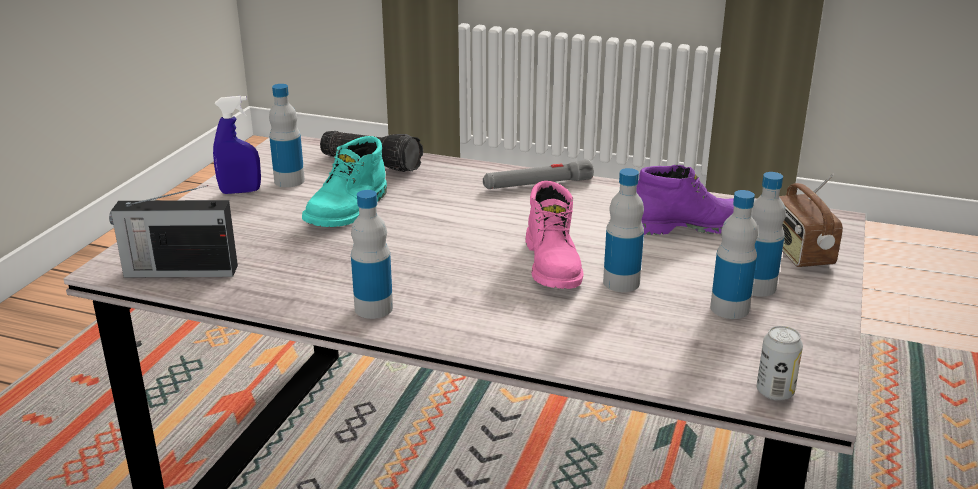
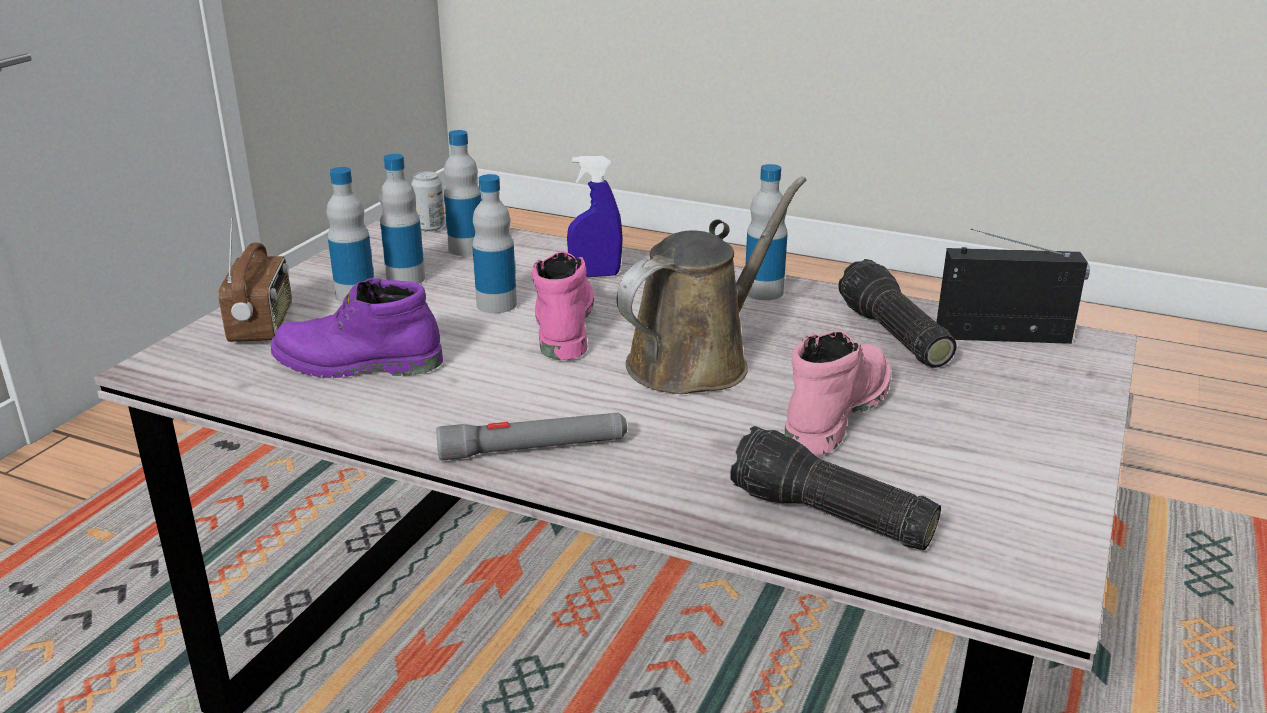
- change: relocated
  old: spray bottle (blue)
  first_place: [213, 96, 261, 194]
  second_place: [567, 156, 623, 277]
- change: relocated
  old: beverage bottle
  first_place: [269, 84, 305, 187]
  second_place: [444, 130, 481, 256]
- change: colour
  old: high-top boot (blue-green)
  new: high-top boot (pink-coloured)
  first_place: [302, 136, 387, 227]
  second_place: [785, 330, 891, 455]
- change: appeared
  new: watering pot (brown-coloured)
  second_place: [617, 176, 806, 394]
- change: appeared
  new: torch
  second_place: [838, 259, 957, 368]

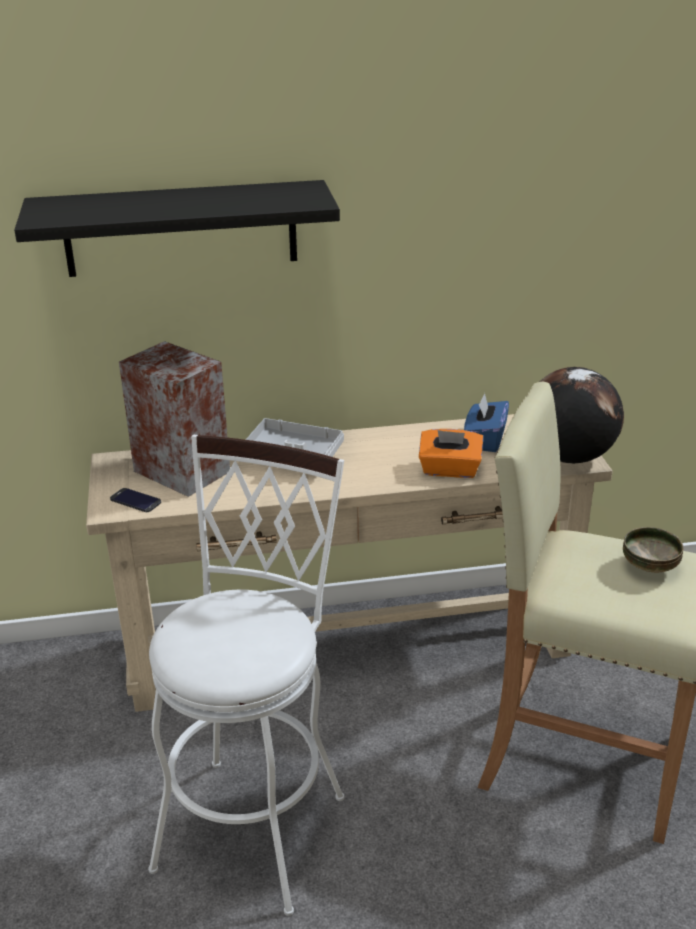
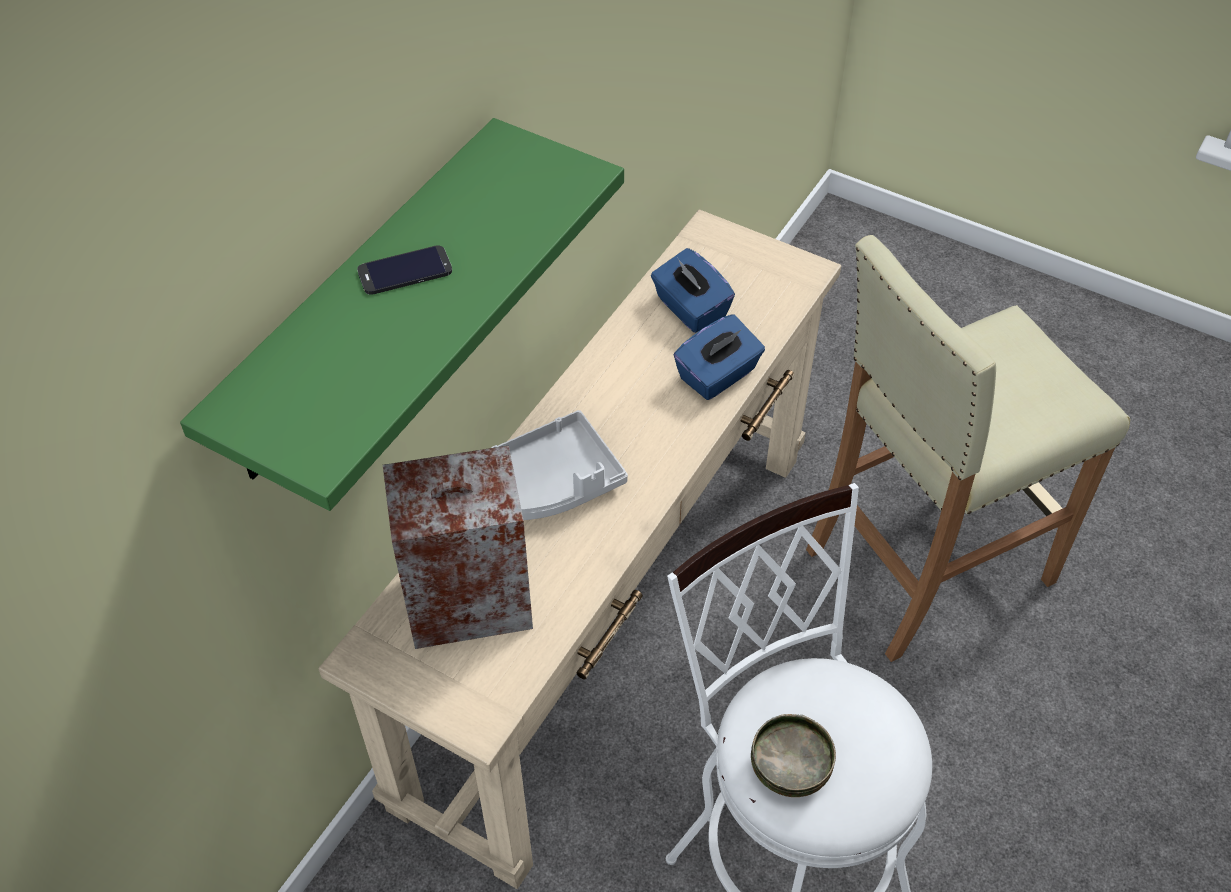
- change: colour
  old: bracket shelf (blackish)
  new: bracket shelf (greenish)
  first_place: [14, 180, 340, 277]
  second_place: [180, 118, 624, 511]
- change: relocated
  old: telephone
  first_place: [110, 488, 161, 512]
  second_place: [357, 245, 452, 295]
- change: colour
  old: box of tissues (orangey)
  new: box of tissues (blue)
  first_place: [419, 429, 483, 478]
  second_place: [674, 314, 765, 400]
- change: missing
  old: world globe
  first_place: [540, 367, 624, 464]
- change: relocated
  old: serving bowl
  first_place: [623, 527, 684, 572]
  second_place: [751, 714, 836, 797]

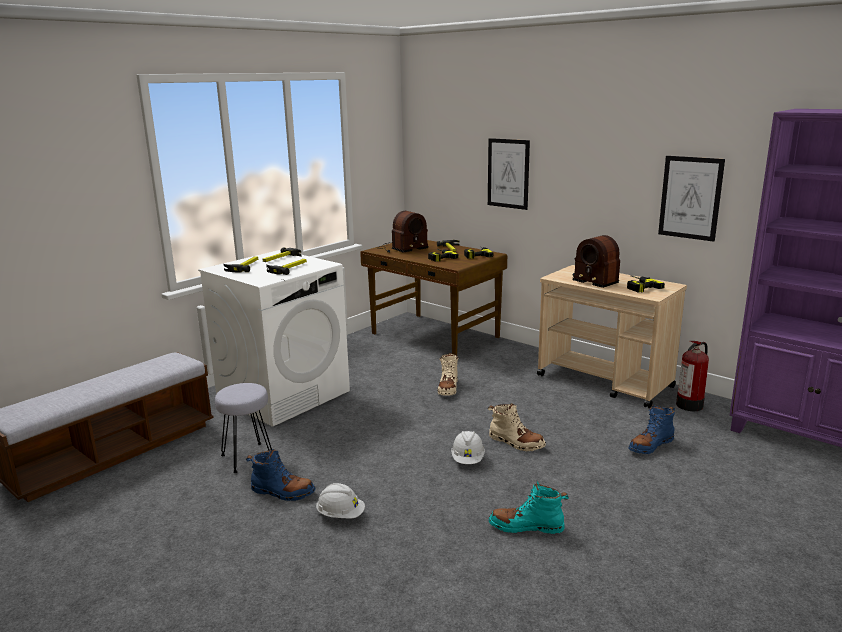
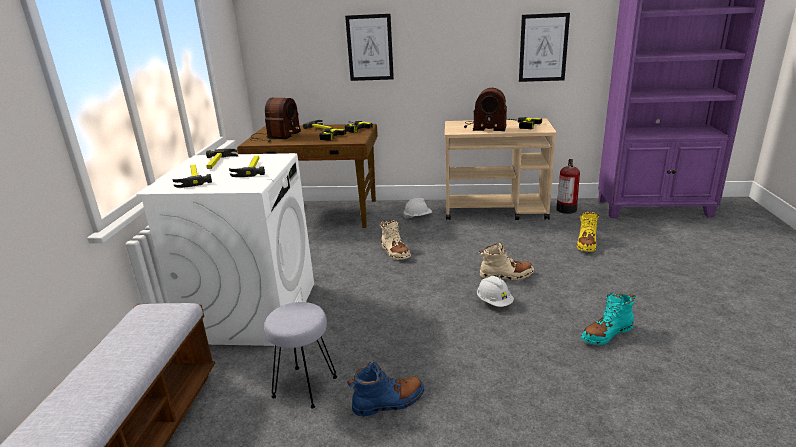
- change: relocated
  old: hard hat (whitish)
  first_place: [316, 483, 365, 519]
  second_place: [403, 198, 432, 219]
- change: colour
  old: high-top boot (blue)
  new: high-top boot (yellow)
  first_place: [628, 405, 675, 454]
  second_place: [577, 211, 599, 251]

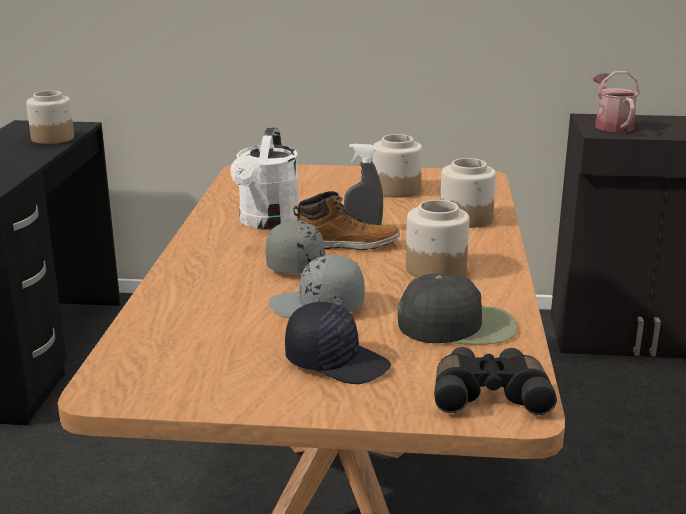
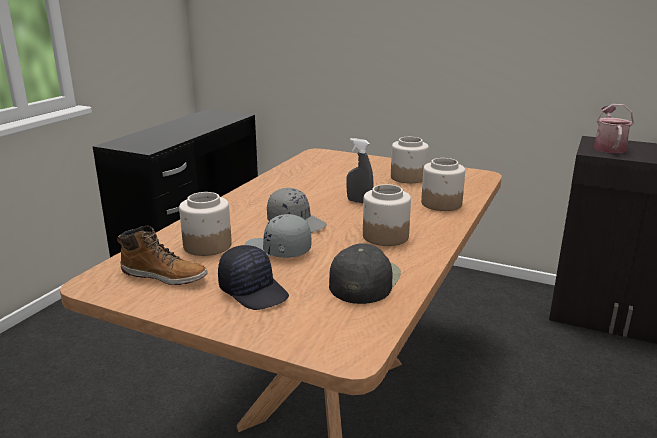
- change: relocated
  old: preserve jar
  first_place: [26, 91, 74, 144]
  second_place: [179, 192, 232, 256]
- change: missing
  old: watering pot (whitish)
  first_place: [230, 127, 299, 229]
- change: relocated
  old: high-top boot
  first_place: [293, 191, 400, 250]
  second_place: [117, 226, 208, 285]
- change: spun
  old: cap (blackish)
  first_place: [398, 273, 518, 345]
  second_place: [329, 244, 401, 304]
  degrees: -90
- change: missing
  old: binoculars (blackish)
  first_place: [434, 347, 557, 415]

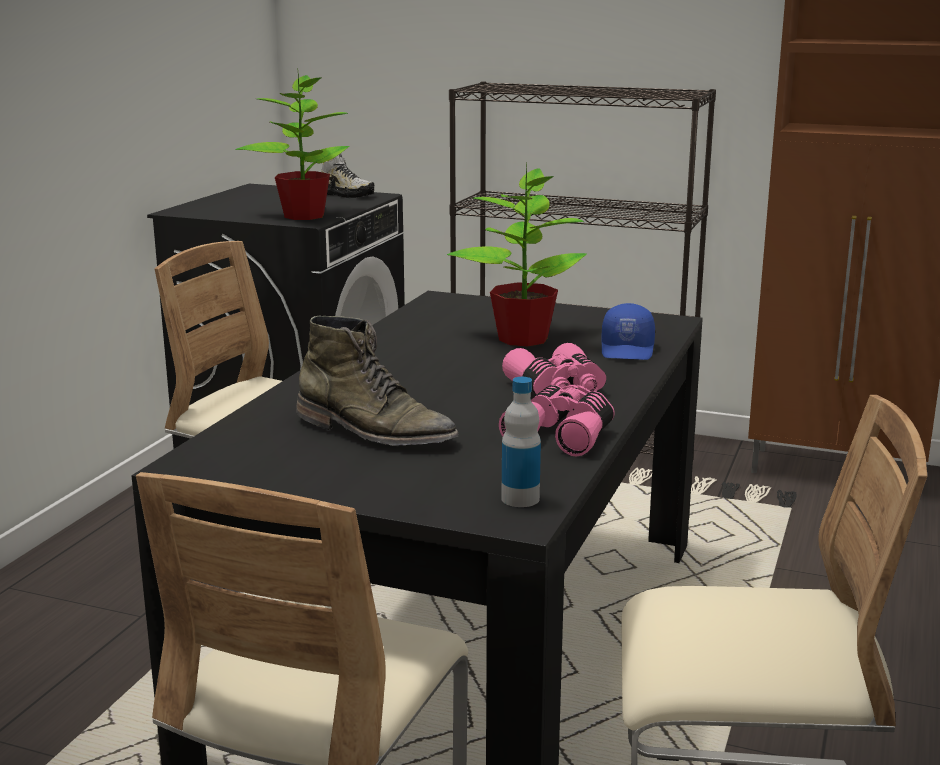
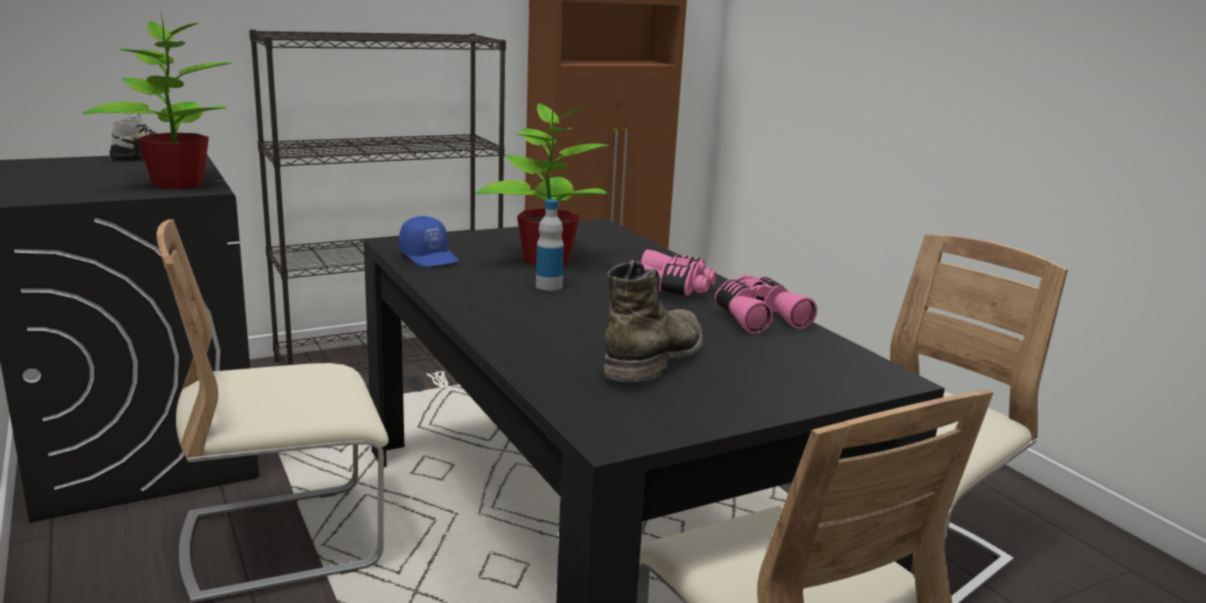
- change: spun
  old: high-top boot (greenish)
  first_place: [296, 315, 459, 446]
  second_place: [604, 260, 703, 382]
  degrees: -45
- change: relocated
  old: beverage bottle
  first_place: [501, 377, 541, 507]
  second_place: [536, 199, 564, 291]
- change: relocated
  old: cap (blue)
  first_place: [601, 303, 655, 360]
  second_place: [399, 216, 459, 267]

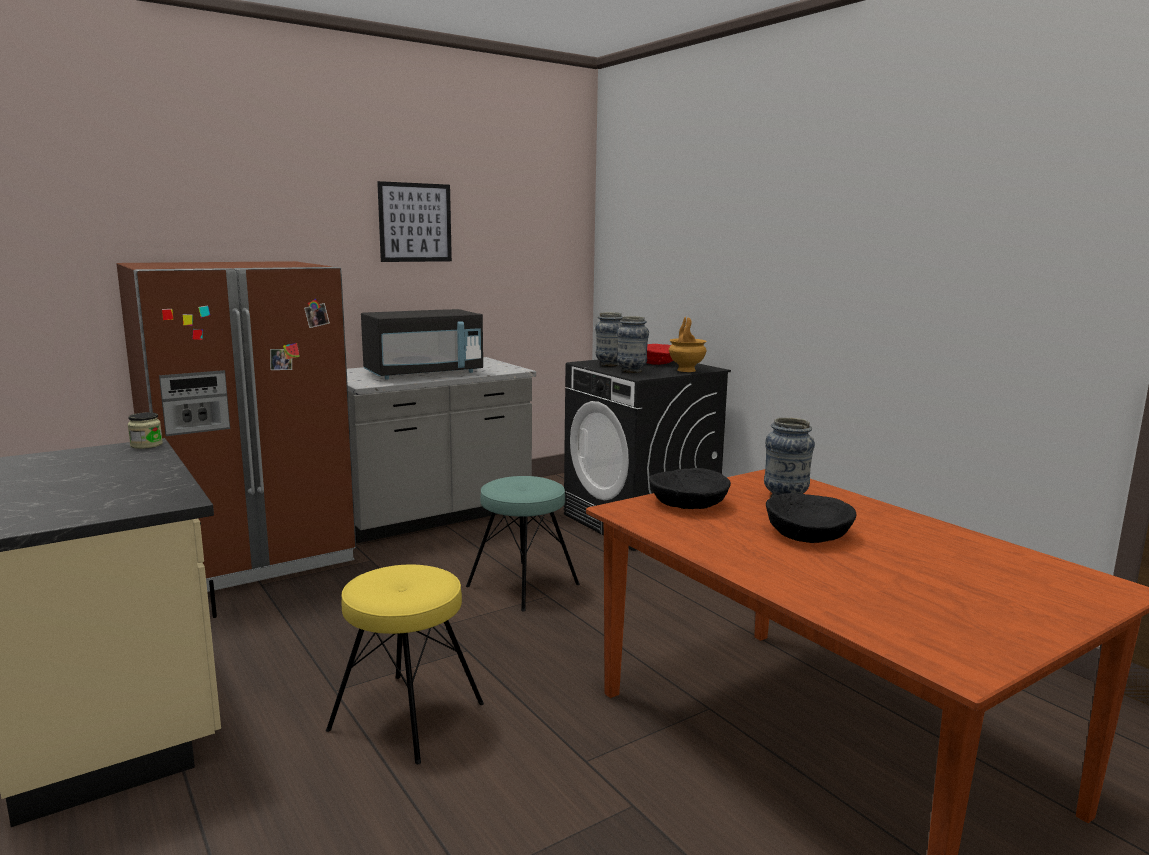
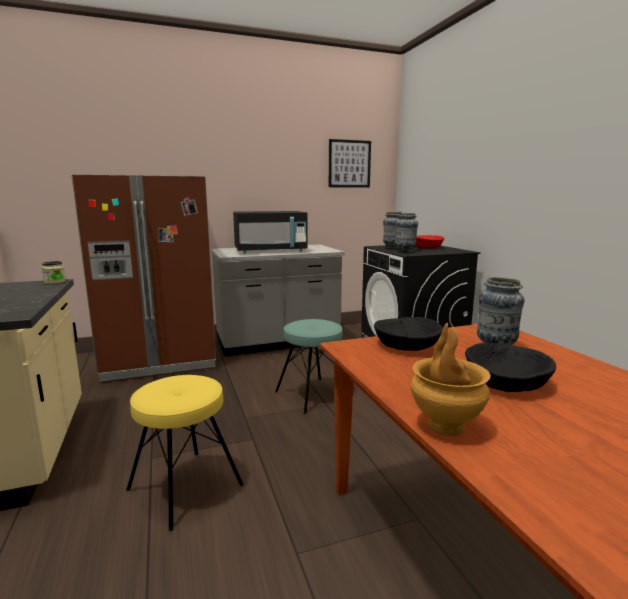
- change: relocated
  old: wall picture
  first_place: [377, 181, 452, 262]
  second_place: [329, 139, 371, 188]
- change: relocated
  old: decorative vase (brown-coloured)
  first_place: [669, 317, 706, 372]
  second_place: [411, 323, 491, 436]

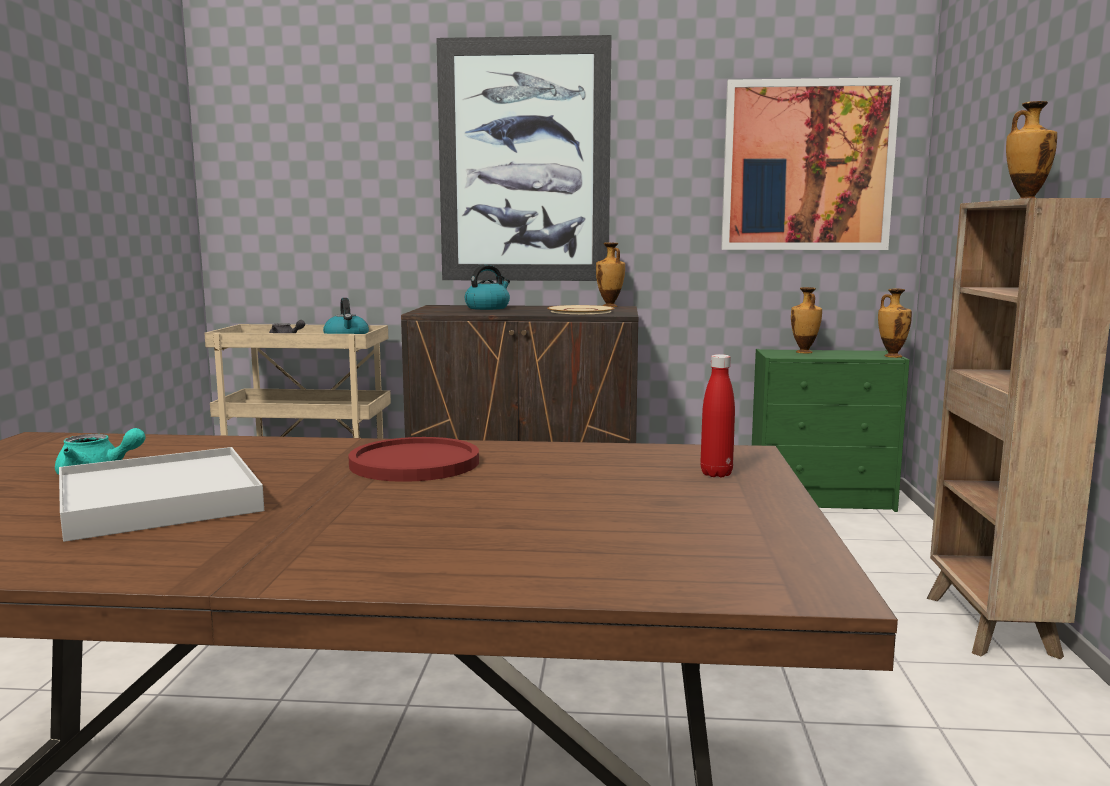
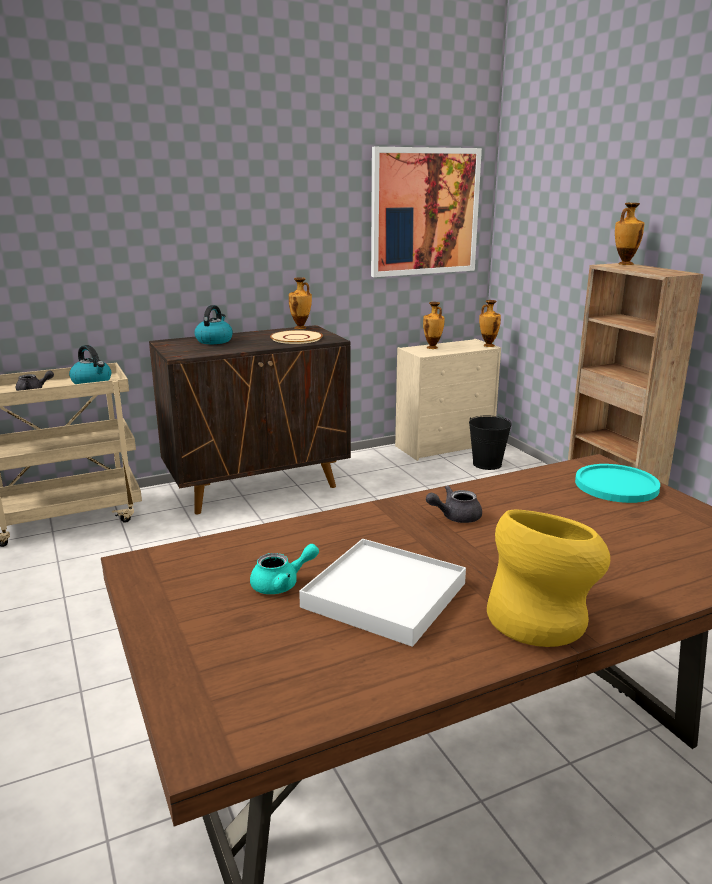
- change: exchanged
  old: flat dish (red-coloured)
  new: teapot (grey)
  first_place: [348, 437, 479, 482]
  second_place: [426, 485, 482, 523]
- change: missing
  old: wall picture
  first_place: [436, 35, 612, 281]
- change: exchanged
  old: beverage bottle (red-coloured)
  new: flat dish (blue-green)
  first_place: [700, 354, 735, 477]
  second_place: [575, 464, 660, 503]
- change: colour
  old: dresser (greenish)
  new: dresser (beige-coloured)
  first_place: [752, 349, 909, 512]
  second_place: [395, 339, 501, 461]
- change: appeared
  new: pail (blackish)
  second_place: [469, 415, 512, 470]
- change: appeared
  new: decorative vase (yellow)
  second_place: [487, 510, 610, 647]

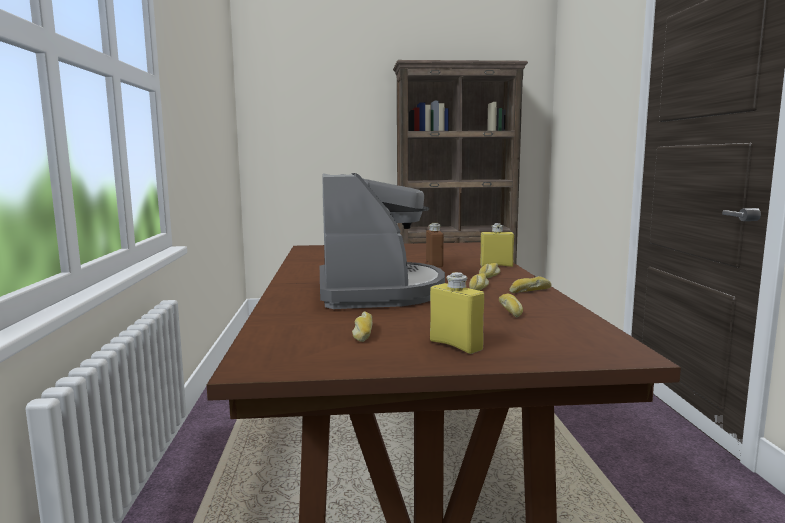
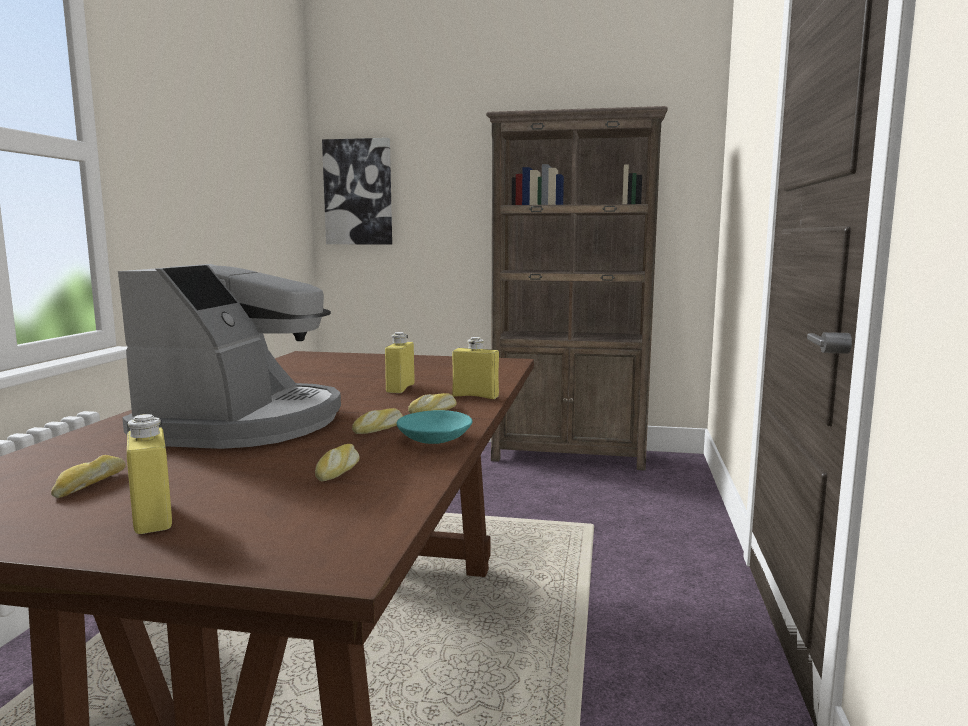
- change: colour
  old: beverage bottle (brown-coloured)
  new: beverage bottle (yellow)
  first_place: [426, 223, 444, 267]
  second_place: [385, 332, 415, 393]
- change: exchanged
  old: bread
  new: serving bowl (blue-green)
  first_place: [509, 276, 551, 293]
  second_place: [396, 410, 473, 444]
- change: appeared
  new: wall picture
  second_place: [322, 138, 392, 245]

